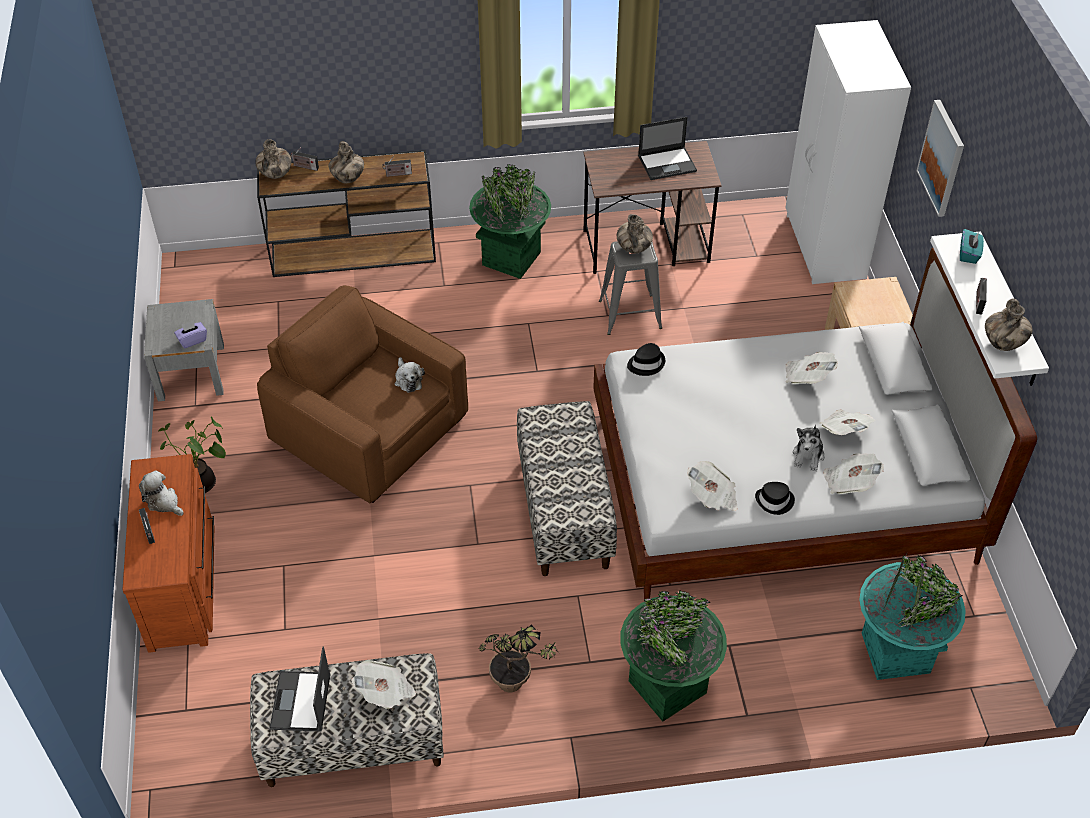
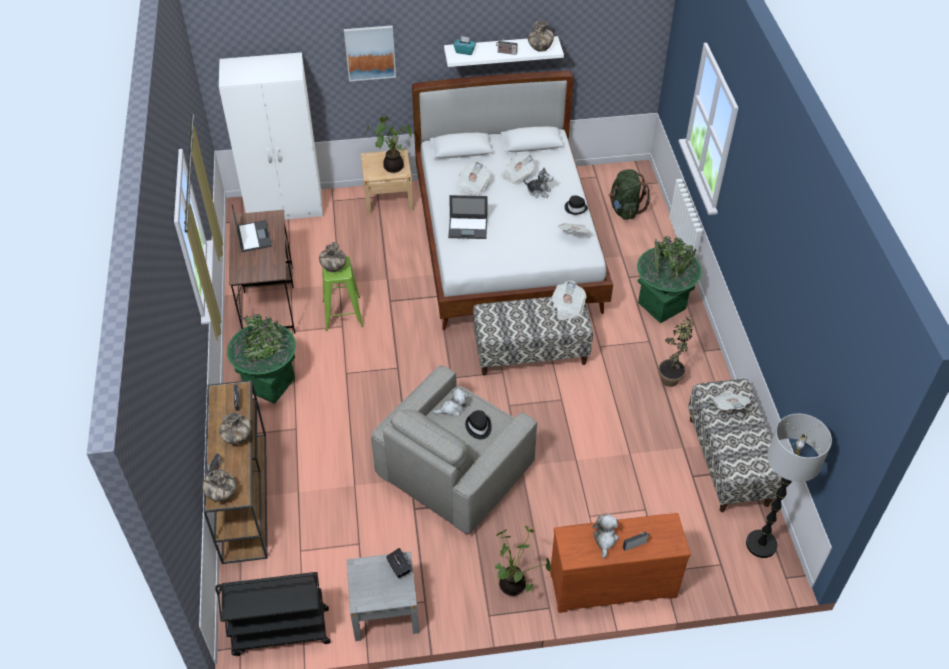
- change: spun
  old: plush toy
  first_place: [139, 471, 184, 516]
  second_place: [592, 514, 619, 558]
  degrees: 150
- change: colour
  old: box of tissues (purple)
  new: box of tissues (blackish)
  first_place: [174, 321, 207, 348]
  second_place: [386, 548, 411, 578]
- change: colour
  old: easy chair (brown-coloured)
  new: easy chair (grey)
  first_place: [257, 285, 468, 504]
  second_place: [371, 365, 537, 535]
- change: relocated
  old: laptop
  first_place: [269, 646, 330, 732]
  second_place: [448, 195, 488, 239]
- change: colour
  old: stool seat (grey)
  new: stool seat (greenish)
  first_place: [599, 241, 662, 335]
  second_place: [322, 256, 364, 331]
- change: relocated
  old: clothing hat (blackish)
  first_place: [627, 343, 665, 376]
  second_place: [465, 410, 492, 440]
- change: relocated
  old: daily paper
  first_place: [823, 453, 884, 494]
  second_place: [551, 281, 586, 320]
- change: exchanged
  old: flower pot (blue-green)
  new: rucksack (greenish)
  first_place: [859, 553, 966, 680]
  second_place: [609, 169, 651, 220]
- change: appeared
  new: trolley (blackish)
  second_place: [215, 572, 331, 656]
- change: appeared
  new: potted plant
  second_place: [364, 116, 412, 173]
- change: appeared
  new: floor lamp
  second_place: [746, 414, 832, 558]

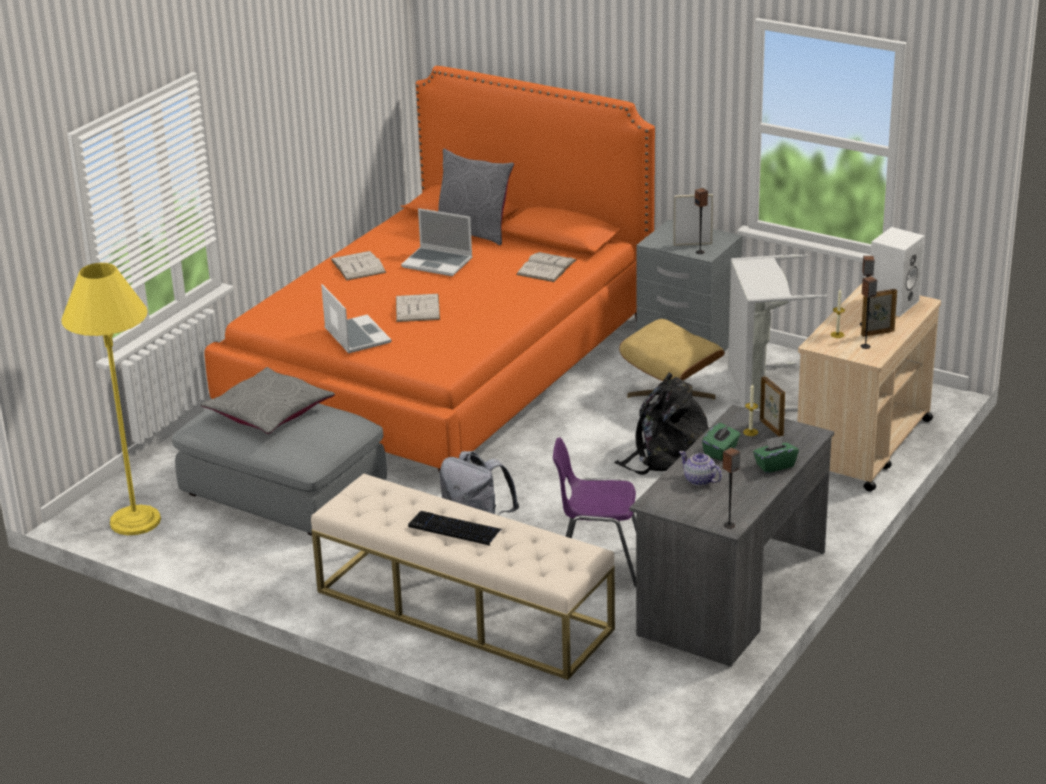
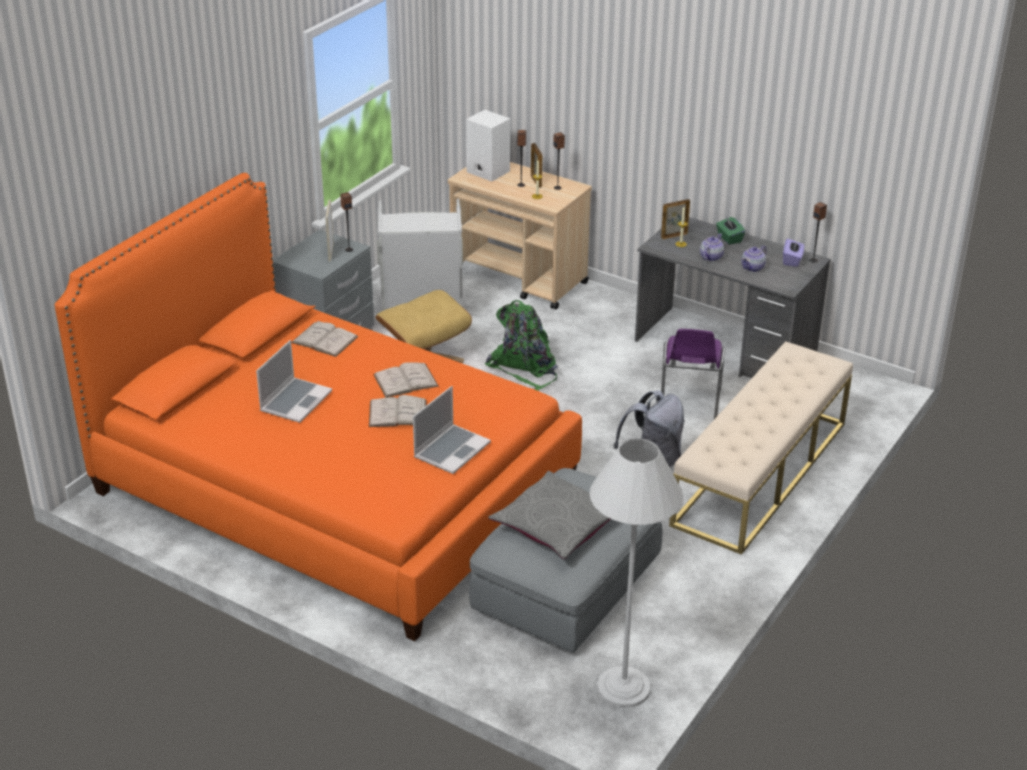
- change: colour
  old: floor lamp (yellow)
  new: floor lamp (whitish)
  first_place: [62, 263, 161, 535]
  second_place: [590, 438, 683, 708]
- change: spun
  old: laptop
  first_place: [321, 284, 392, 353]
  second_place: [413, 386, 491, 474]
  degrees: 150
- change: relocated
  old: volume (whitish)
  first_place: [331, 251, 386, 281]
  second_place: [373, 362, 439, 398]
- change: missing
  old: computer keyboard
  first_place: [408, 511, 502, 546]
- change: missing
  old: pillow (grey)
  first_place: [438, 148, 514, 245]
- change: colour
  old: rucksack (blackish)
  new: rucksack (greenish)
  first_place: [614, 372, 709, 475]
  second_place: [485, 300, 558, 391]
- change: exchanged
  old: box of tissues (greenish)
  new: teapot
  first_place: [702, 423, 740, 460]
  second_place: [700, 233, 724, 261]
- change: appeared
  new: box of tissues (purple)
  second_place: [783, 239, 805, 267]

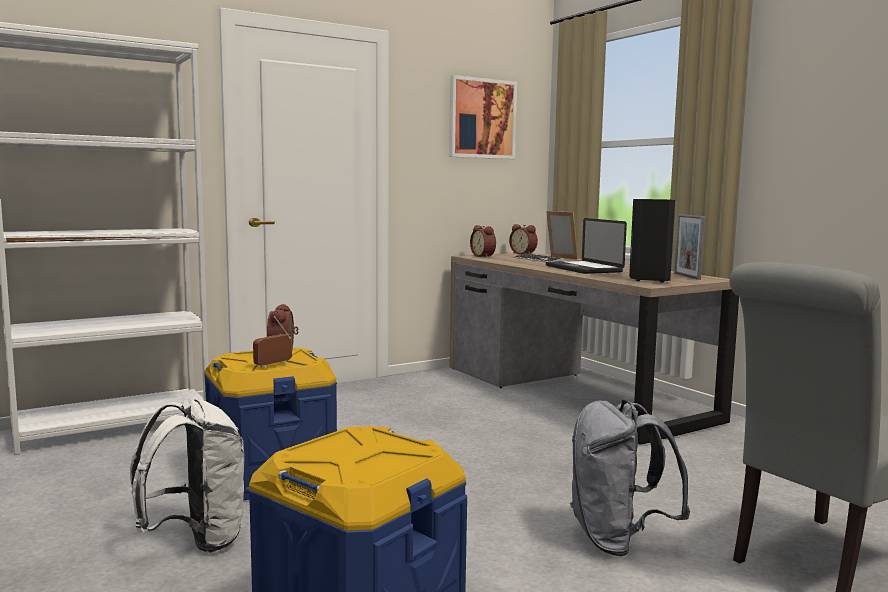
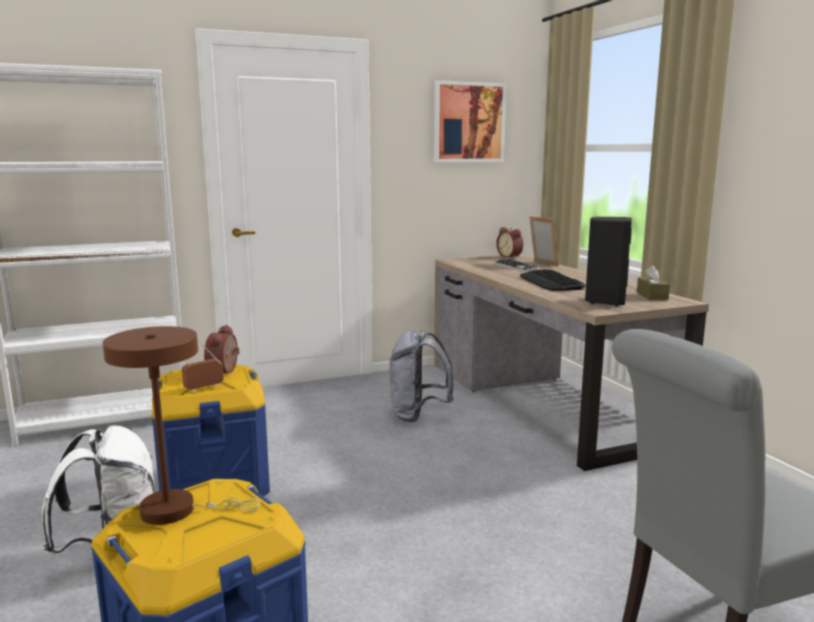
- change: missing
  old: table clock
  first_place: [470, 225, 496, 258]
- change: exchanged
  old: laptop
  new: computer keyboard
  first_place: [546, 218, 627, 274]
  second_place: [520, 269, 586, 291]
- change: relocated
  old: rucksack (grey)
  first_place: [570, 399, 690, 556]
  second_place: [389, 330, 454, 422]
- change: exchanged
  old: standing frame
  new: box of tissues (brown-coloured)
  first_place: [674, 214, 705, 280]
  second_place: [637, 265, 670, 300]
- change: appeared
  new: lamp for a table (brown-coloured)
  second_place: [103, 326, 260, 525]

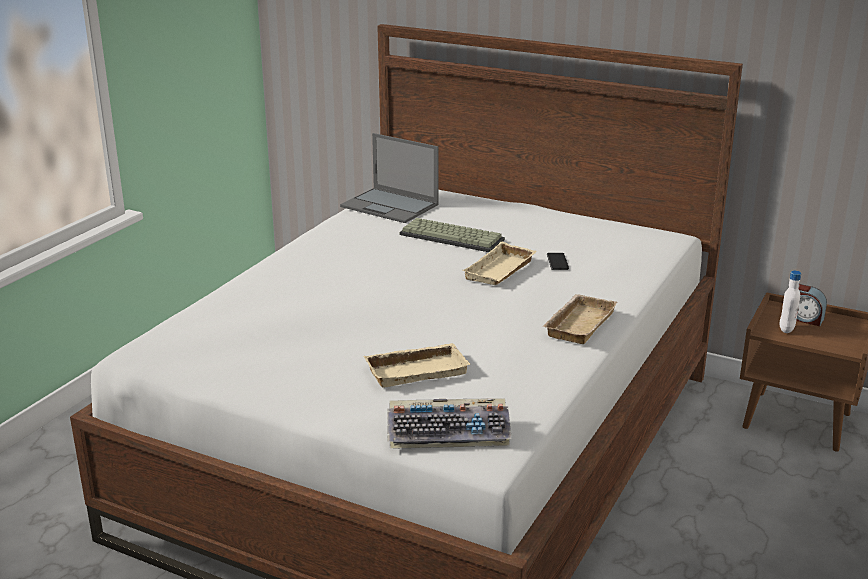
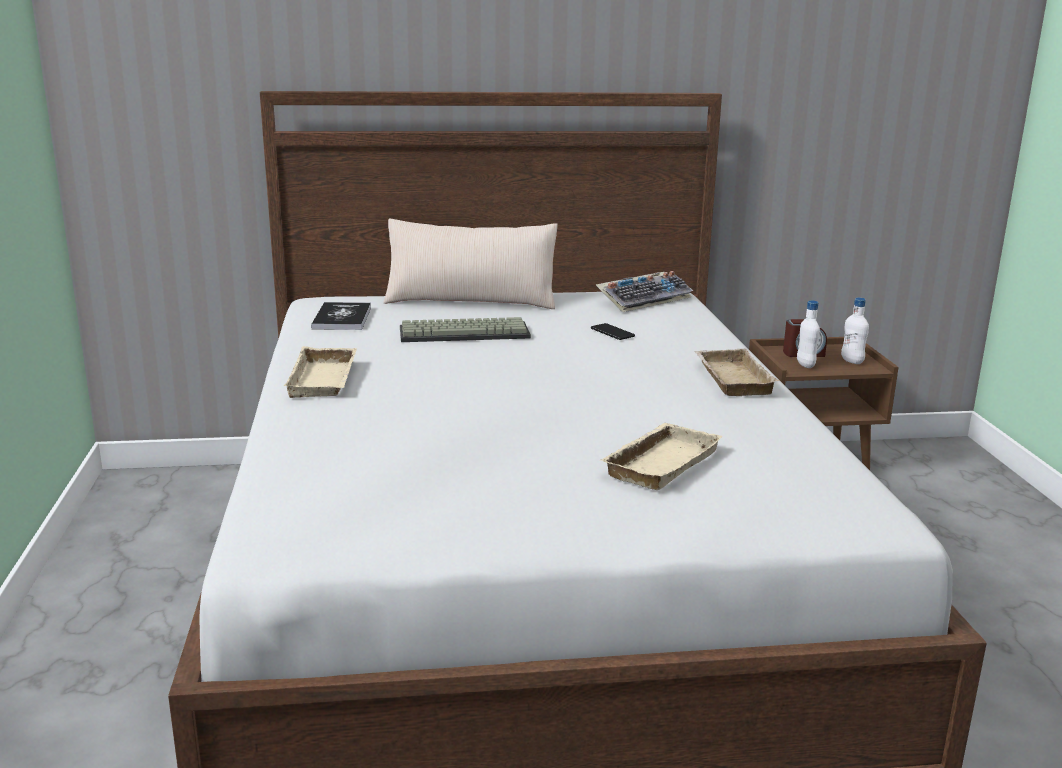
- change: exchanged
  old: laptop
  new: volume
  first_place: [340, 133, 439, 223]
  second_place: [311, 302, 371, 330]
- change: relocated
  old: computer keyboard
  first_place: [387, 398, 512, 449]
  second_place: [596, 271, 693, 312]
- change: relocated
  old: tray (beige-coloured)
  first_place: [462, 242, 537, 285]
  second_place: [284, 346, 357, 398]
- change: appeared
  new: pillow (beige-coloured)
  second_place: [383, 219, 558, 309]
- change: appeared
  new: beverage bottle (whitish)
  second_place: [841, 298, 869, 364]

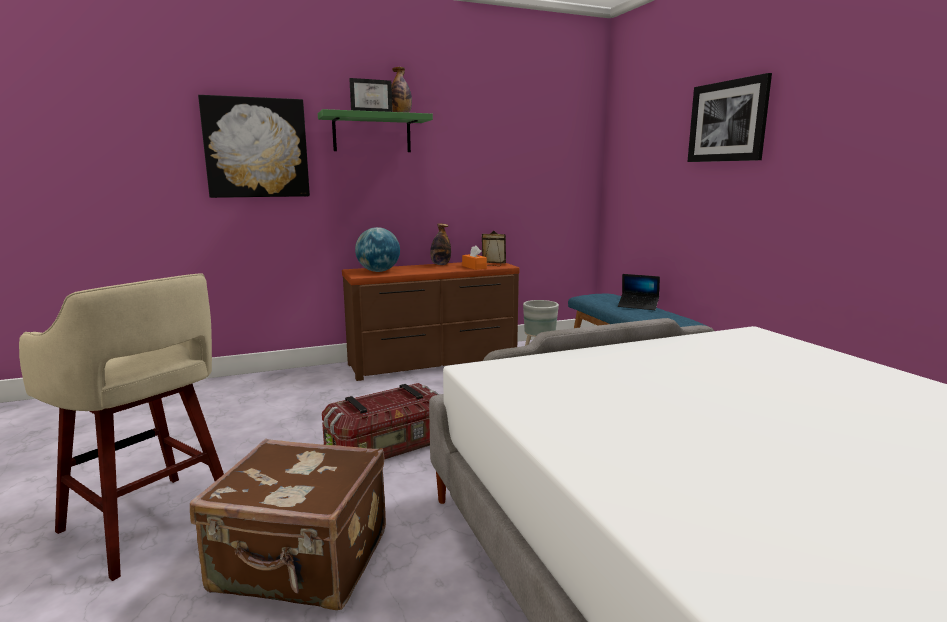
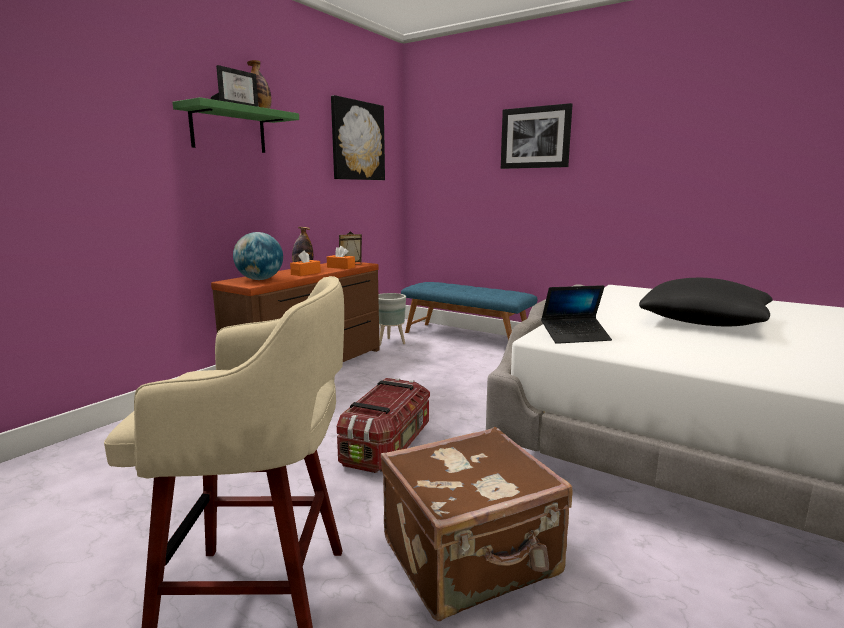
- change: relocated
  old: wall picture
  first_place: [198, 95, 310, 198]
  second_place: [331, 95, 385, 180]
- change: relocated
  old: laptop
  first_place: [618, 274, 660, 310]
  second_place: [541, 285, 612, 344]
- change: appeared
  new: box of tissues (orangey)
  second_place: [290, 250, 321, 276]
- change: appeared
  new: pillow (blackish)
  second_place: [639, 278, 773, 326]

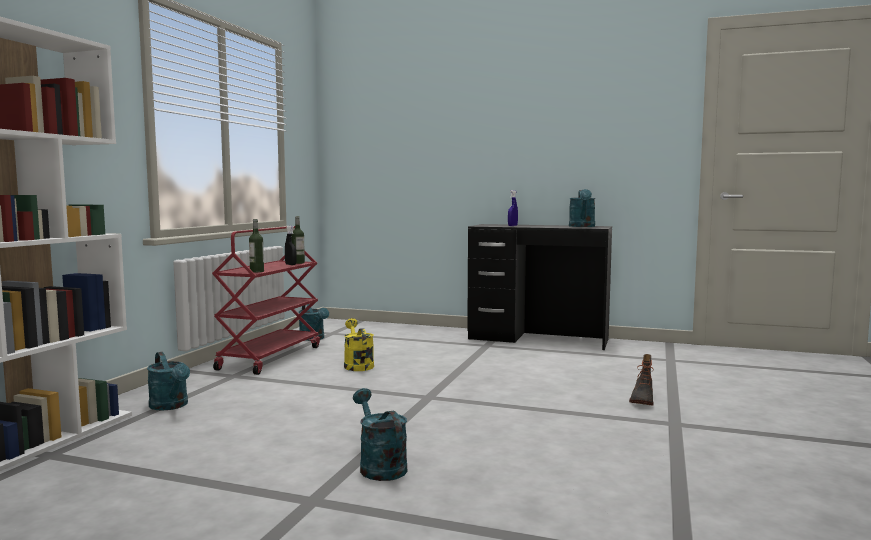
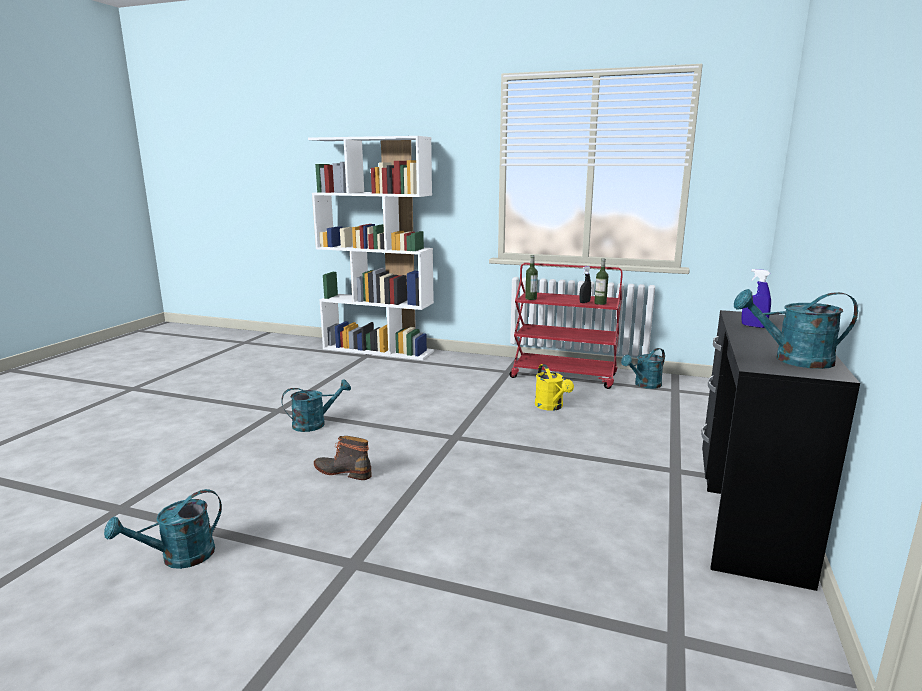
- change: relocated
  old: watering pot (blue-green)
  first_place: [147, 352, 190, 411]
  second_place: [104, 489, 222, 569]
- change: spun
  old: watering pot (yellow)
  first_place: [344, 318, 374, 371]
  second_place: [535, 364, 574, 411]
  degrees: 90
- change: relocated
  old: high-top boot
  first_place: [629, 354, 654, 406]
  second_place: [314, 436, 372, 480]

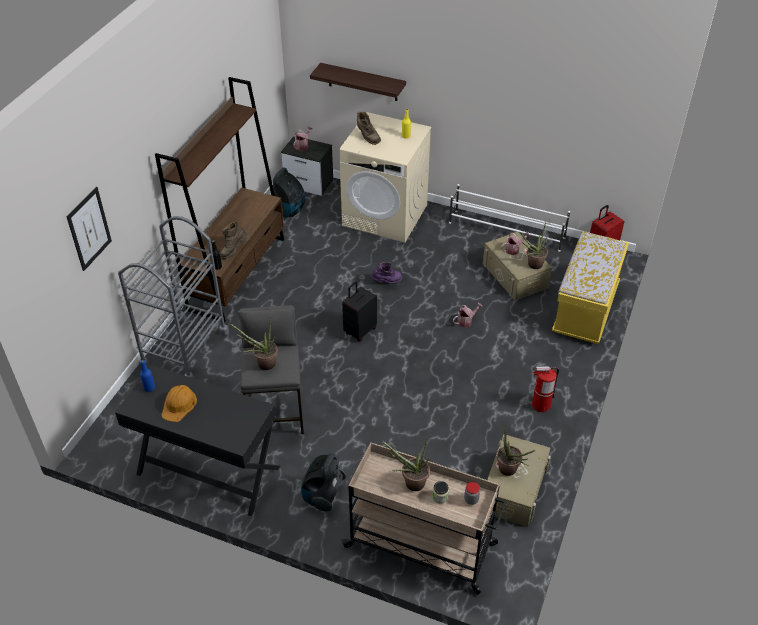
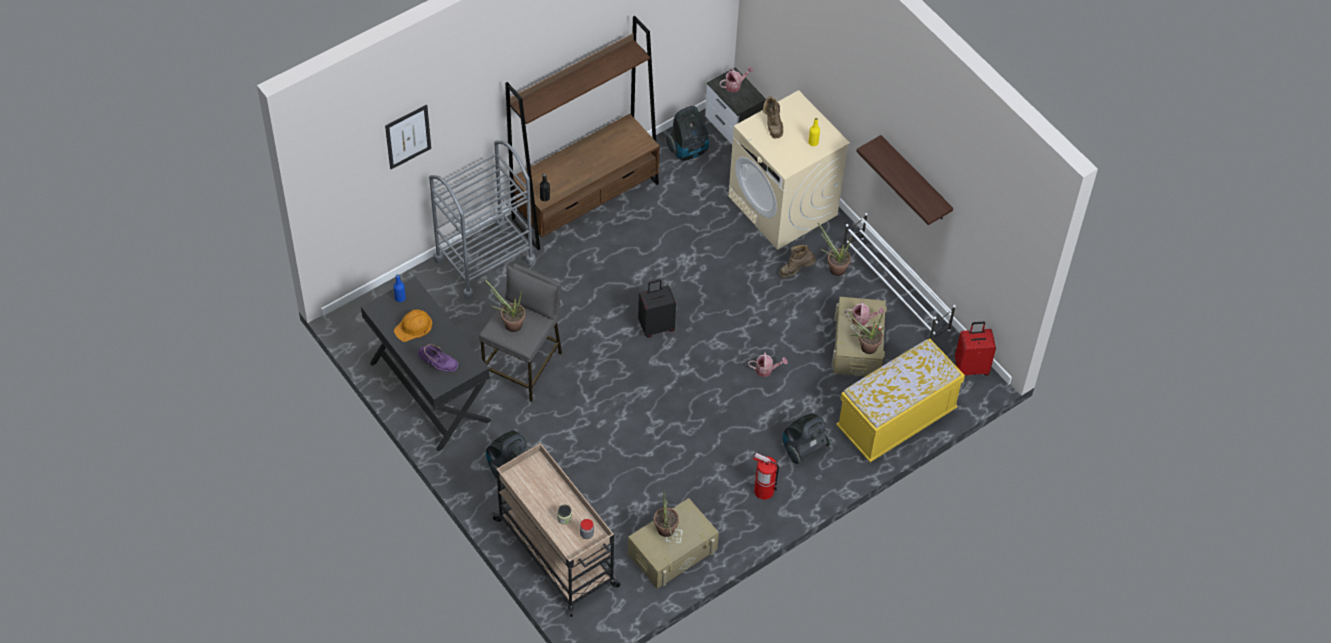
- change: relocated
  old: high-top boot (brown-coloured)
  first_place: [221, 222, 248, 259]
  second_place: [779, 245, 816, 277]
- change: relocated
  old: bracket shelf
  first_place: [310, 63, 406, 101]
  second_place: [856, 135, 953, 225]
- change: relocated
  old: high-top boot (purple)
  first_place: [370, 262, 402, 284]
  second_place: [418, 344, 458, 372]
- change: relocated
  old: potted plant
  first_place: [382, 438, 430, 491]
  second_place: [817, 222, 851, 276]
- change: appeared
  new: vacuum cleaner
  second_place: [783, 413, 831, 464]

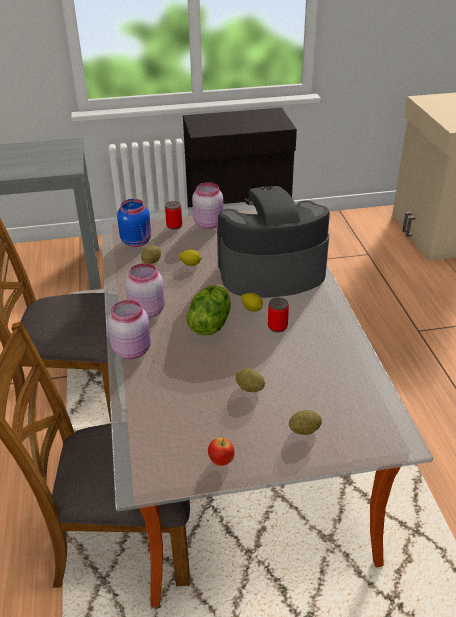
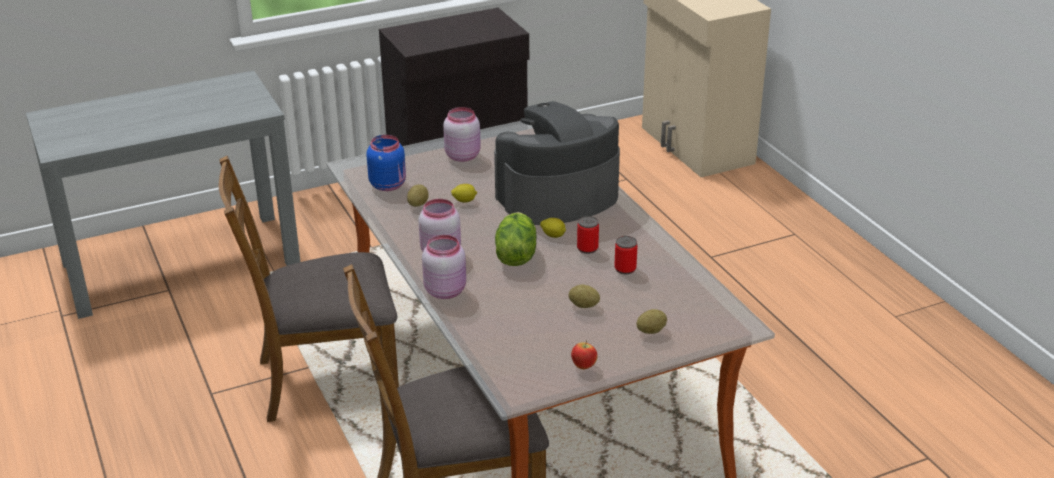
- change: relocated
  old: sealed can
  first_place: [165, 201, 182, 230]
  second_place: [614, 236, 638, 274]

